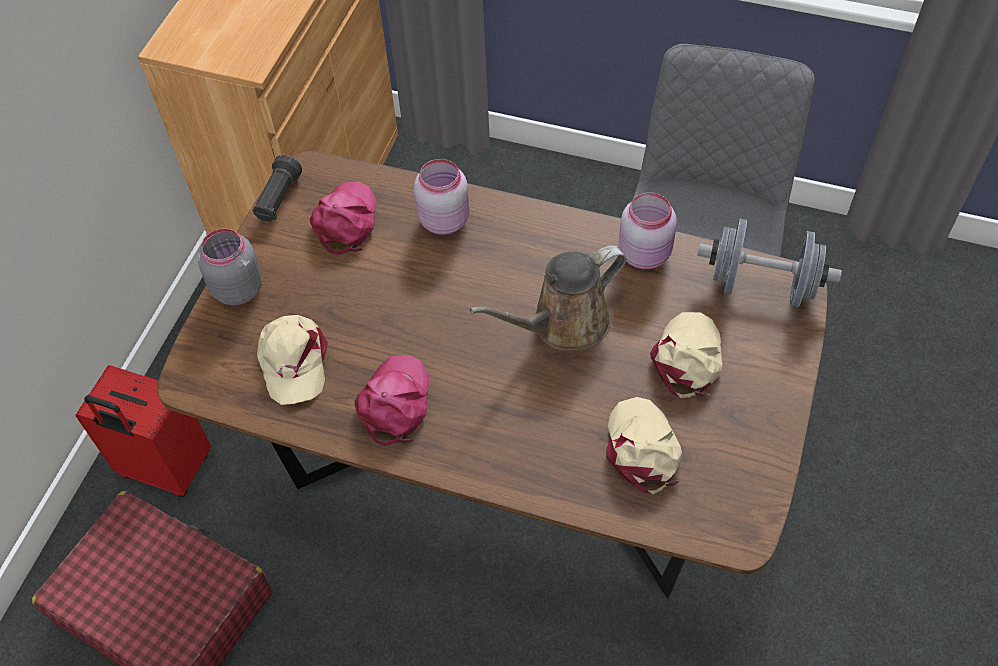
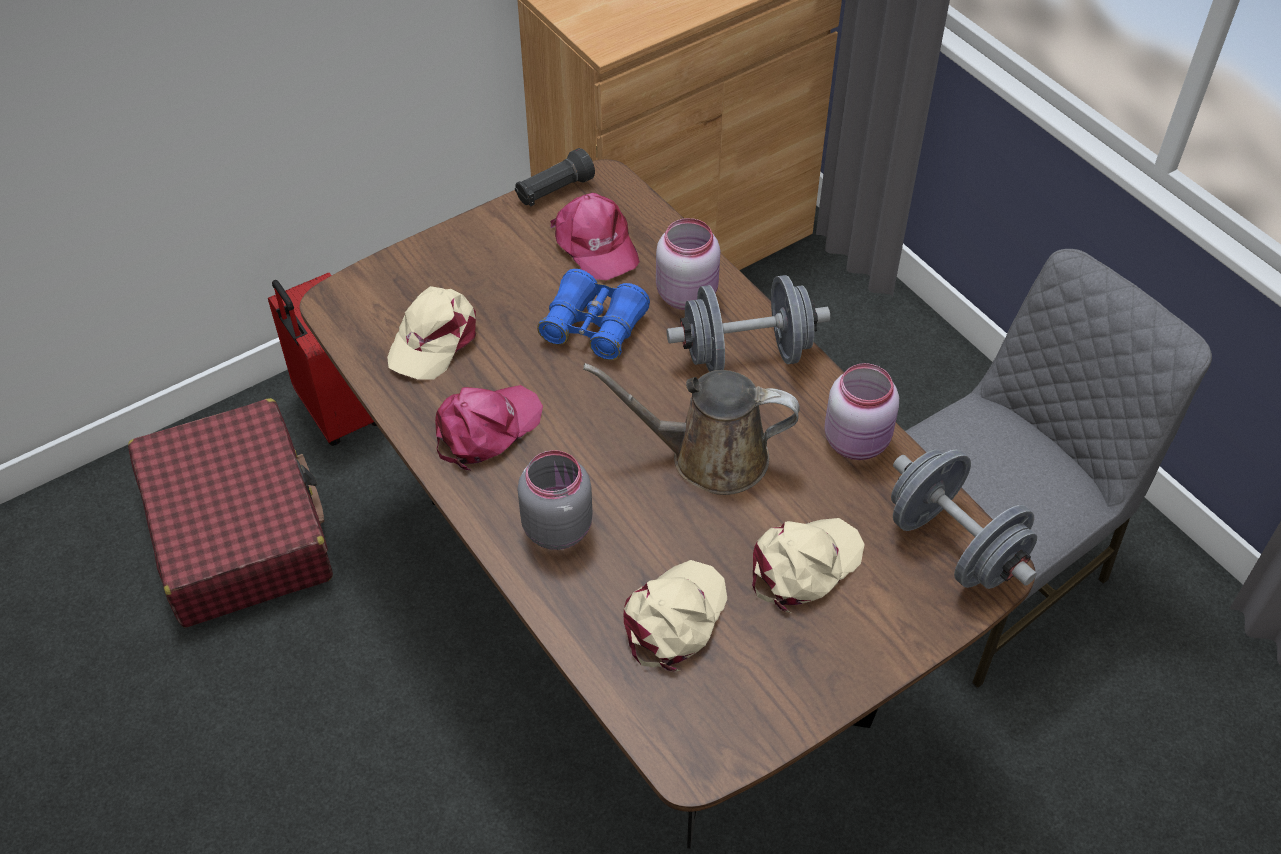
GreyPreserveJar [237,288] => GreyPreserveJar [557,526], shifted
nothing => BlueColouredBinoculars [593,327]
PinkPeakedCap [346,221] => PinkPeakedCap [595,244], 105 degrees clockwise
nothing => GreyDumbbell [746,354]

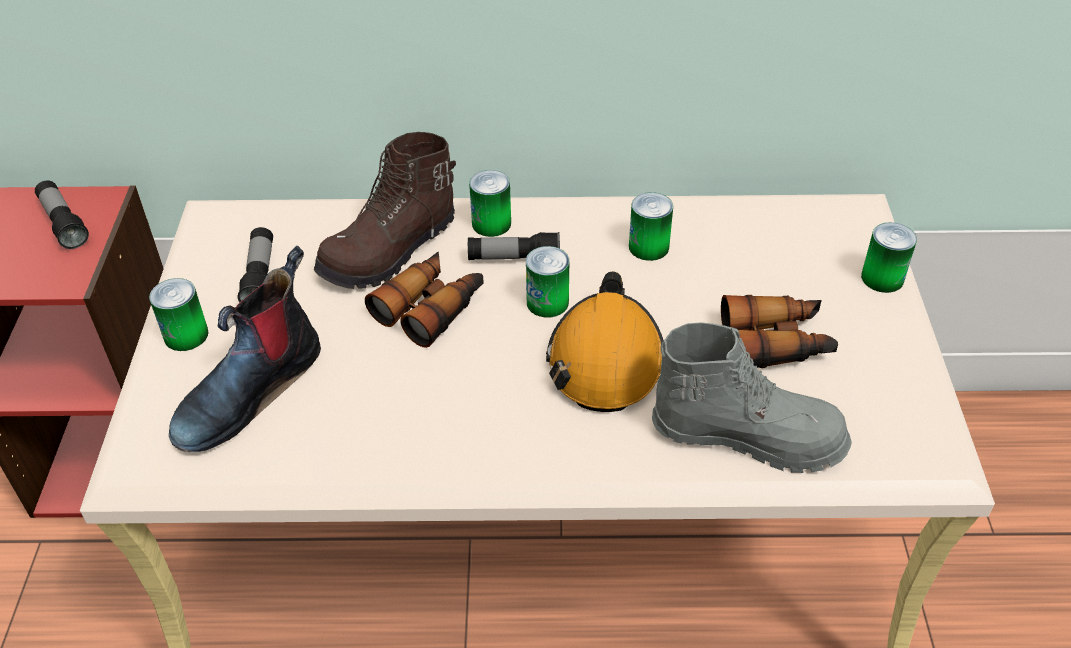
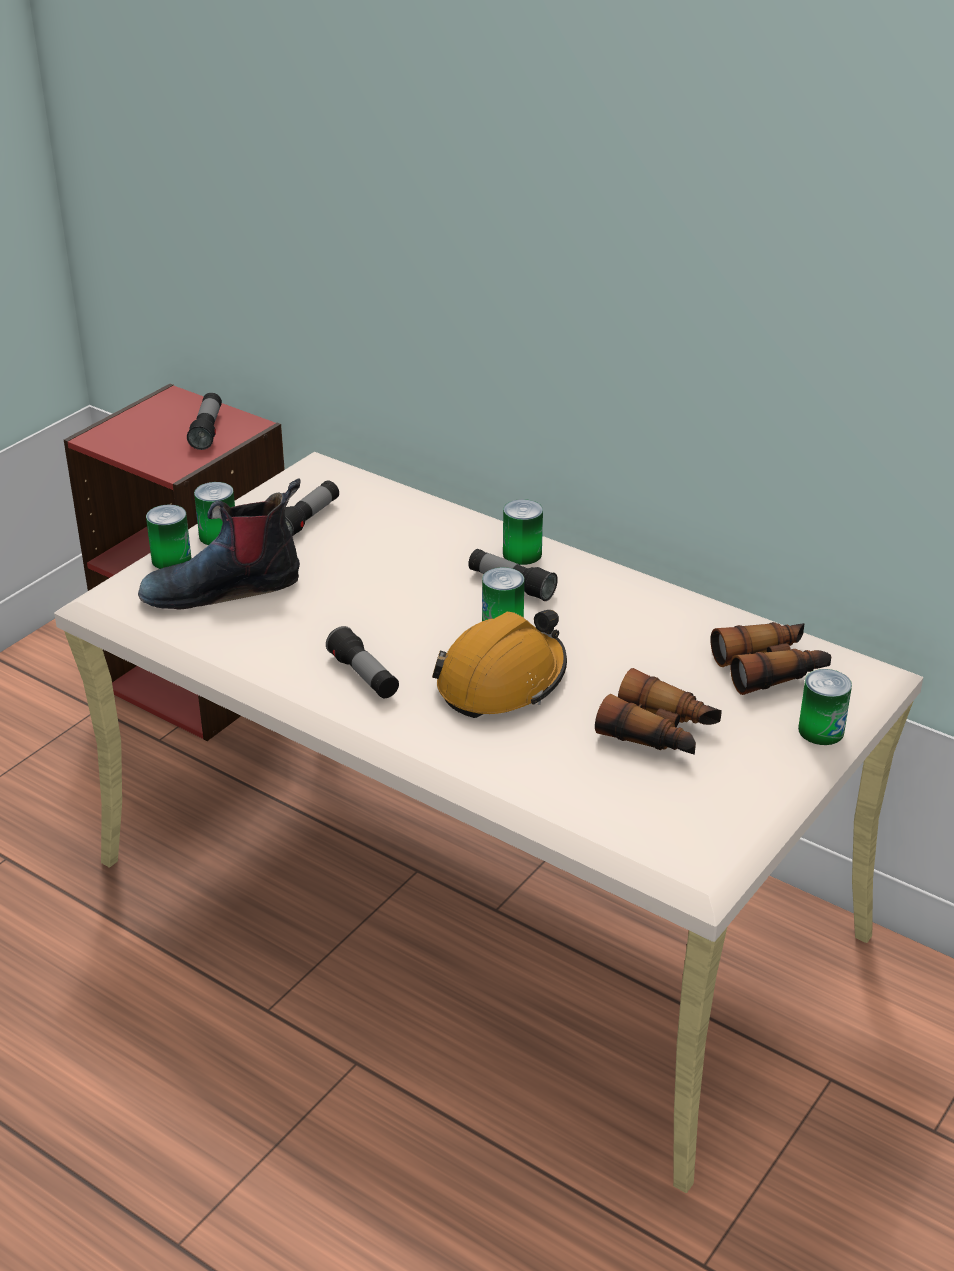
SealedCan [648,247] => SealedCan [171,559], shifted
nothing => HandTorch [364,676]
Binoculars [431,307] => Binoculars [771,668], shifted
BrownHighTopBoot [391,252] => nothing
GreyHighTopBoot [747,436] => nothing

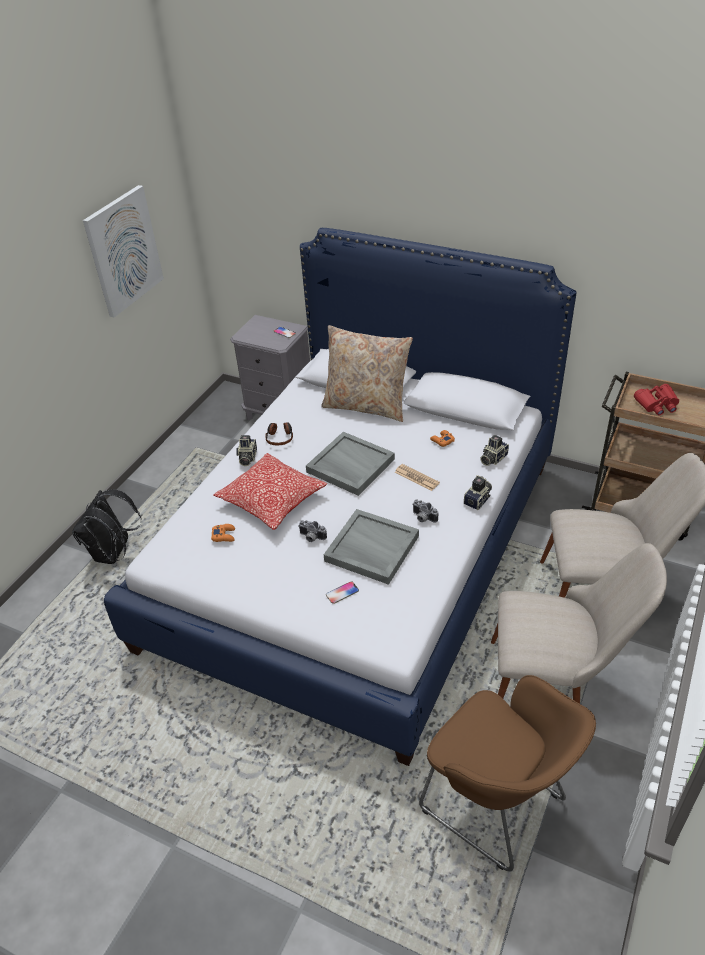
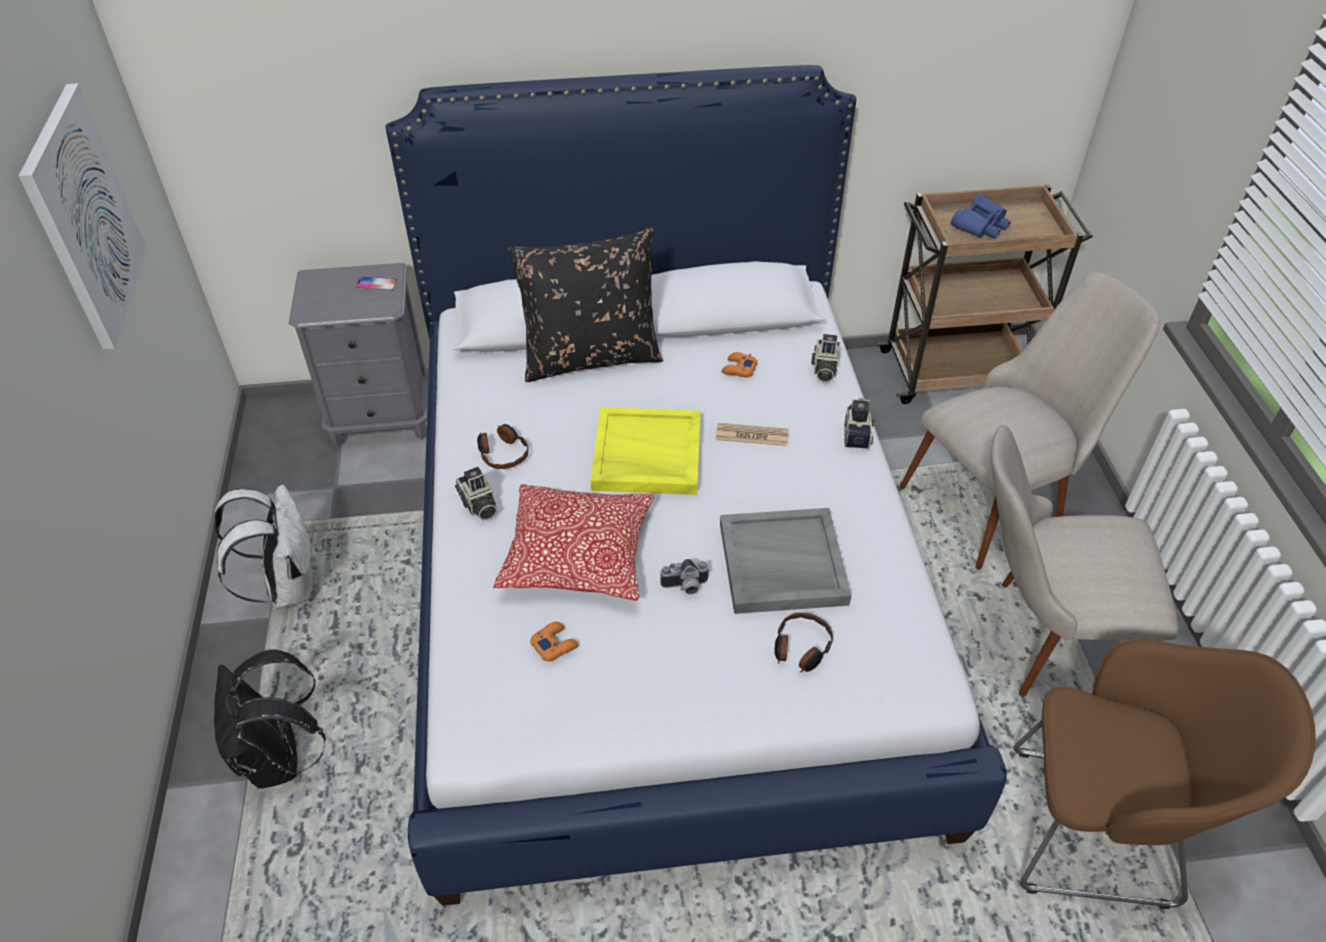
nothing => WhiteColouredKnapsack [287,585]
BeigeColouredPillow [366,406] => BlackColouredPillow [591,356]
GreyServingTray [349,466] => YellowishServingTray [646,455]
Telephone [342,593] => Headphones [801,648]
RedBinoculars [657,404] => BlueColouredBinoculars [980,225]
BeigeColouredChair [554,685] => BeigeColouredChair [1038,639], 150 degrees counterclockwise
PhotoCamera [423,518] => nothing

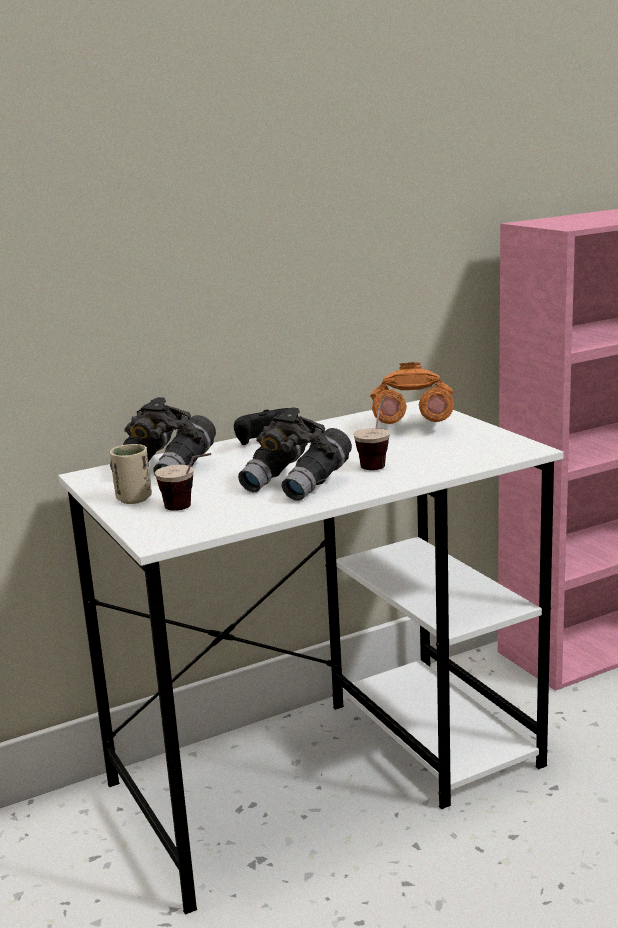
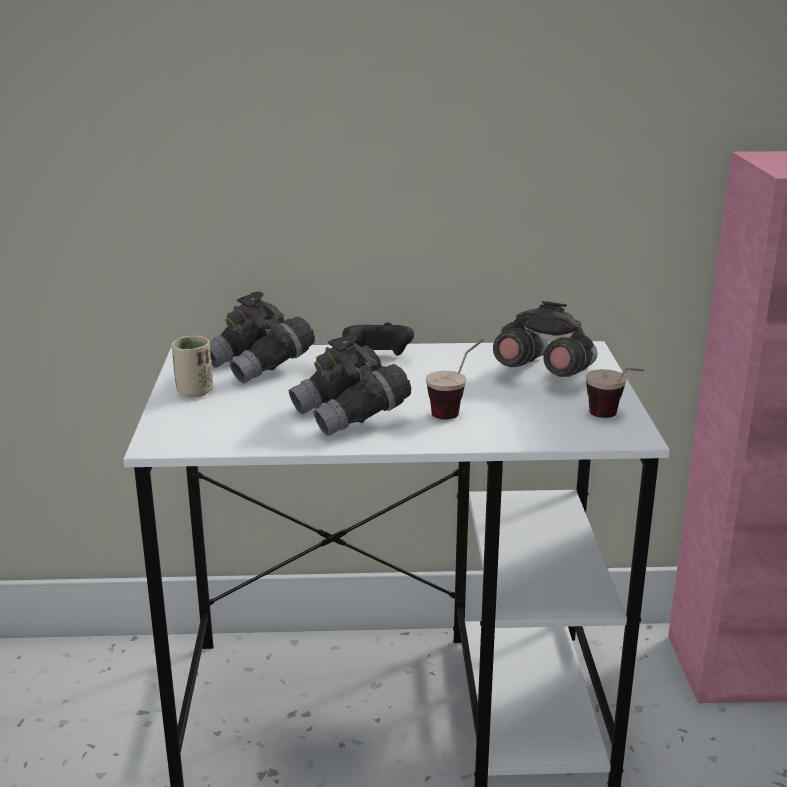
OrangeyBinoculars [411,427] => GreyBinoculars [544,374]
DrinkingCup [189,509] => DrinkingCup [613,419], shifted

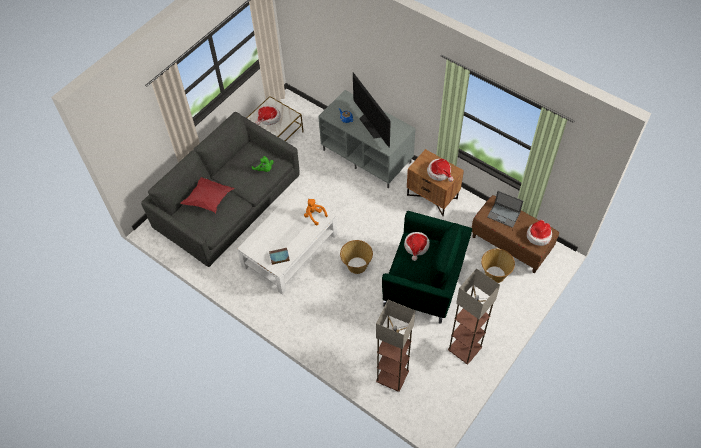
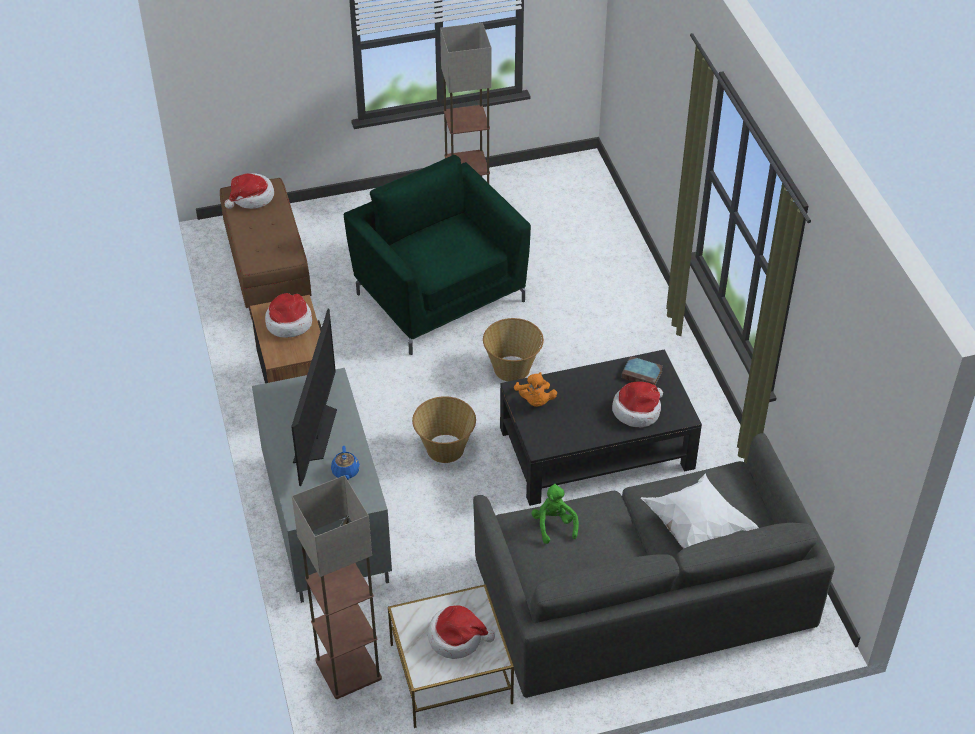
StandingLamp [392,376] => StandingLamp [349,670], shifted
HouseholdBasket [495,274] => HouseholdBasket [445,449], shifted
WhiteColouredLowTable [290,249] => BlackColouredLowTable [595,448]
Hat [416,246] => Hat [637,410], shifted
RedPillow [209,200] => WhiteColouredPillow [695,527]
PortableComputer [504,215] => nothing

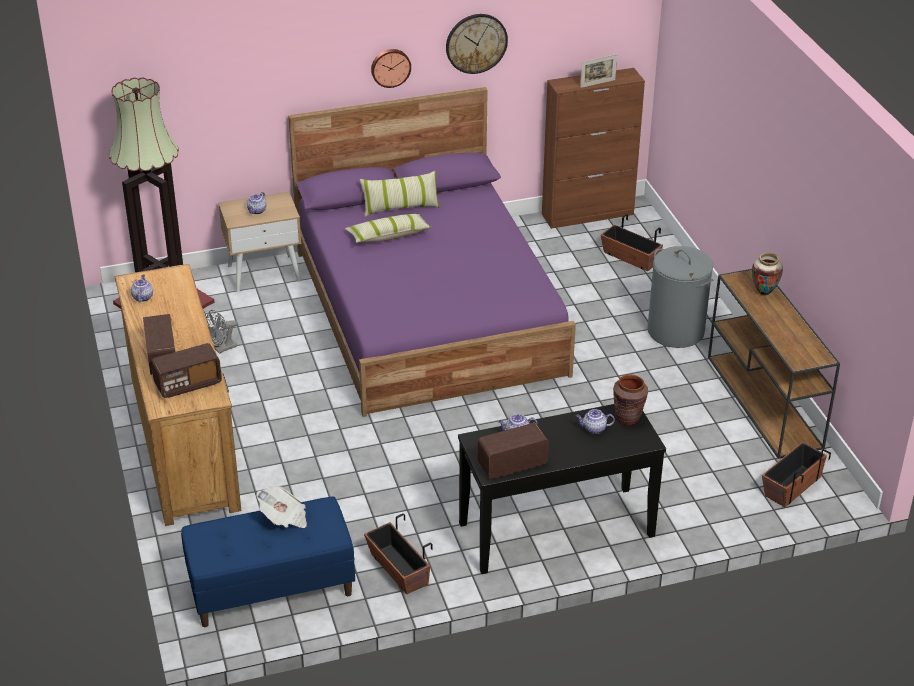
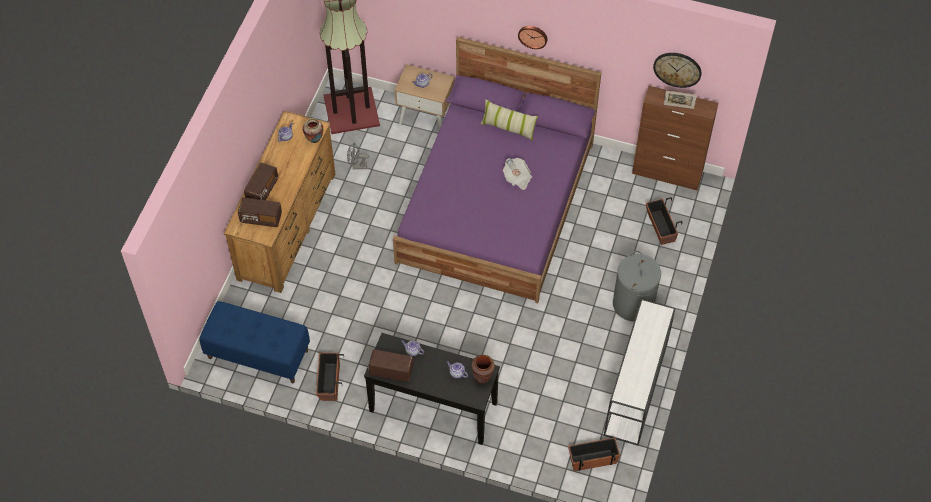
FlowerVase [764,293] => FlowerVase [314,140], shifted
Newspaper [284,518] => Newspaper [517,178], shifted
BrownNarrowTable [765,402] => WhiteColouredNarrowTable [635,390]
ClockOnTheWall [476,43] => ClockOnTheWall [677,69], shifted
Pillow [388,236] => nothing

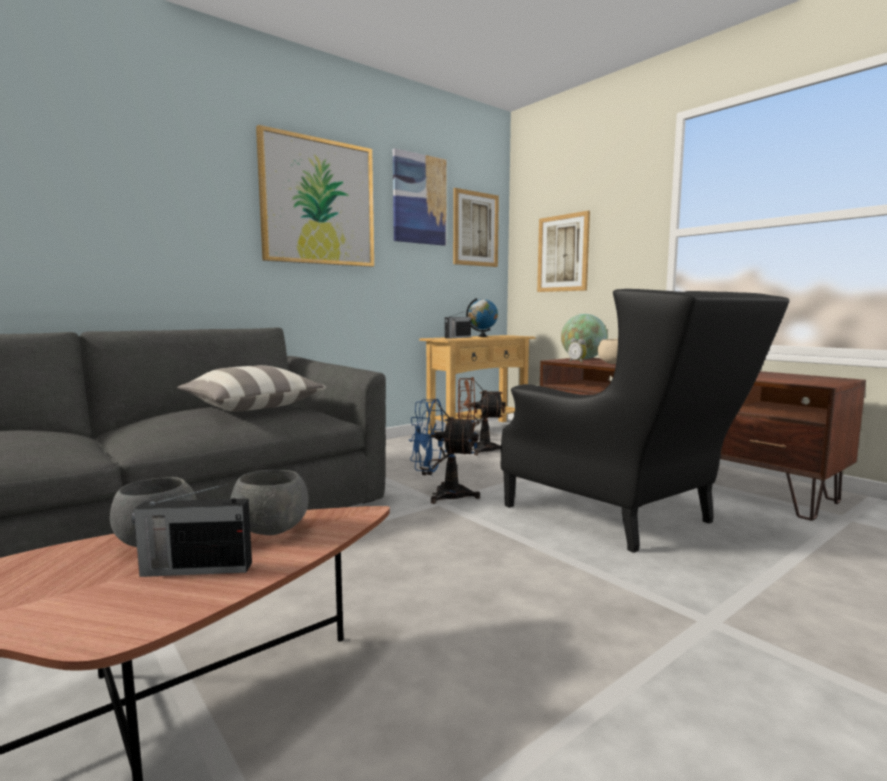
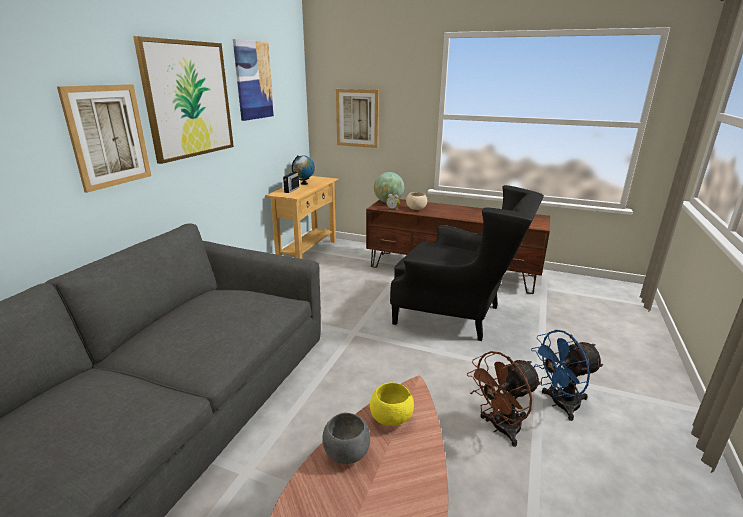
WallArt [475,229] => WallArt [108,136], shifted
GreyDeepDish [271,531] => YellowishDeepDish [391,419]
BrownElectricFan [477,450] => BrownElectricFan [500,429], shifted
BlueColouredElectricFan [442,495] => BlueColouredElectricFan [559,404], shifted
RadioSet [195,569] => nothing
Pillow [252,407] => nothing

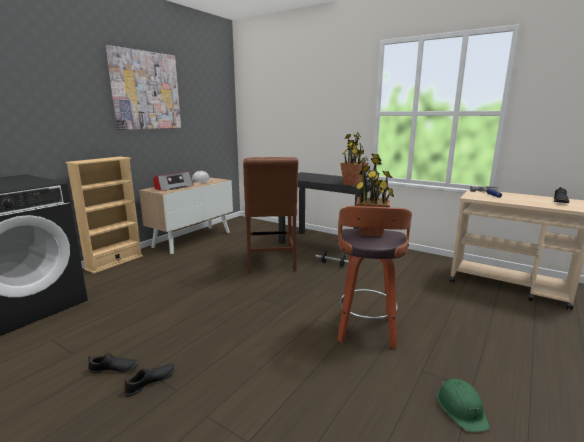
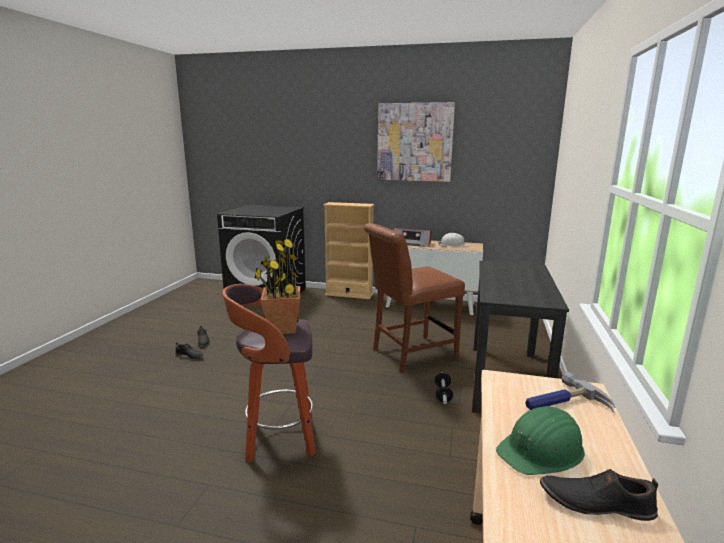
GreenishWorkHelmet [461,409] => GreenishWorkHelmet [542,450], shifted
PlantInAPot [353,184] => nothing

